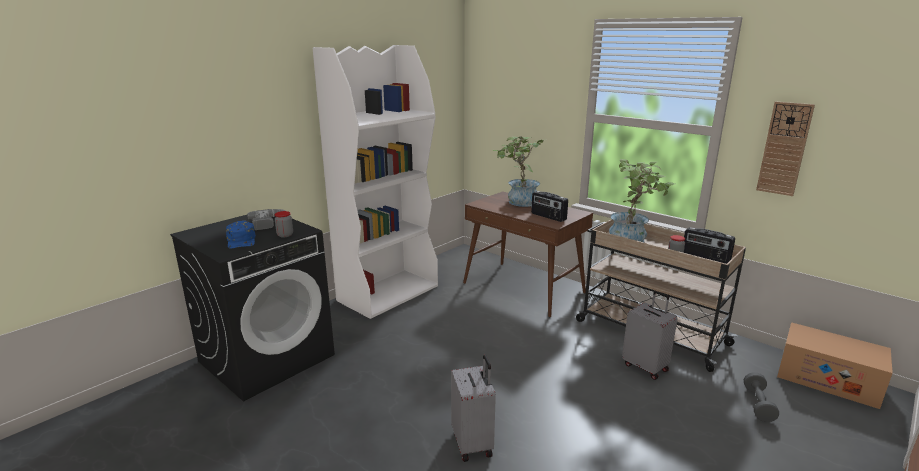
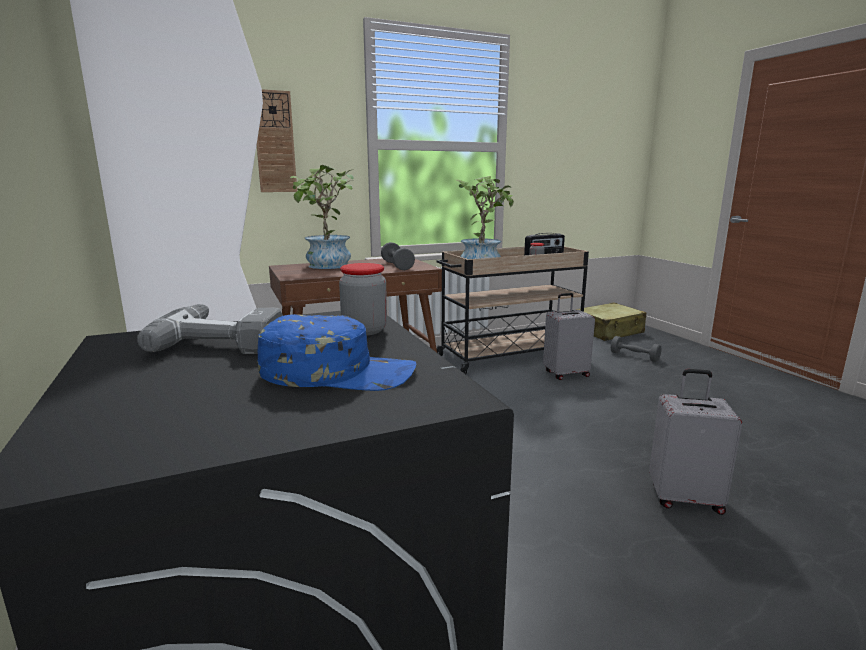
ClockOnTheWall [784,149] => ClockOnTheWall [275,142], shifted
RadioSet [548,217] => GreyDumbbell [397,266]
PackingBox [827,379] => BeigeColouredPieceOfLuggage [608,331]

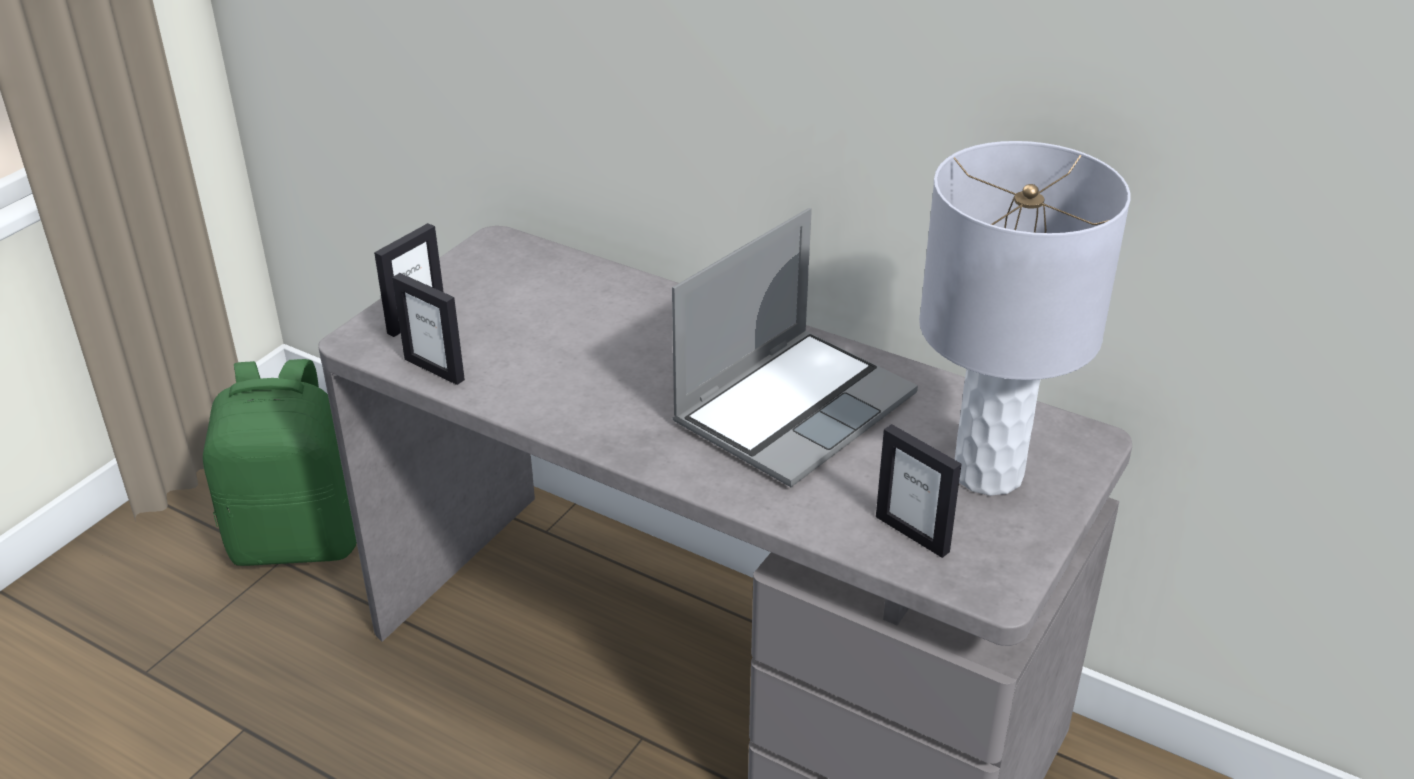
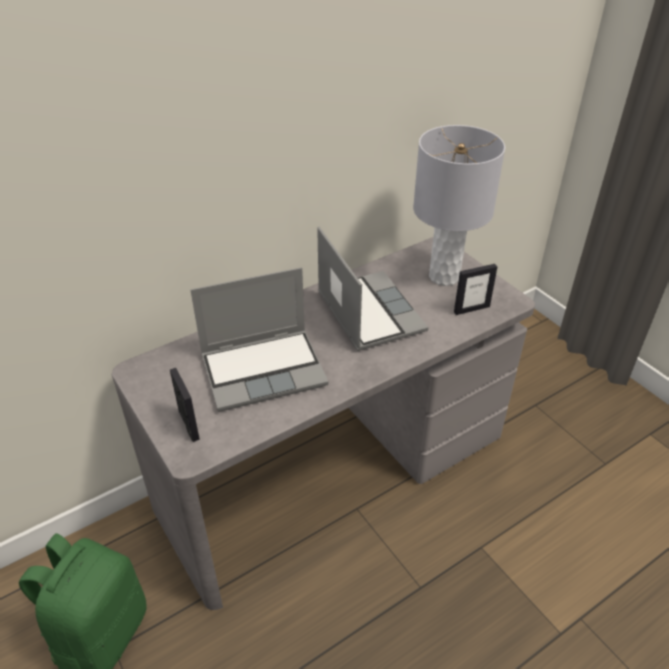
nothing => PortableComputer [264,369]
StandingFrame [434,369] => nothing

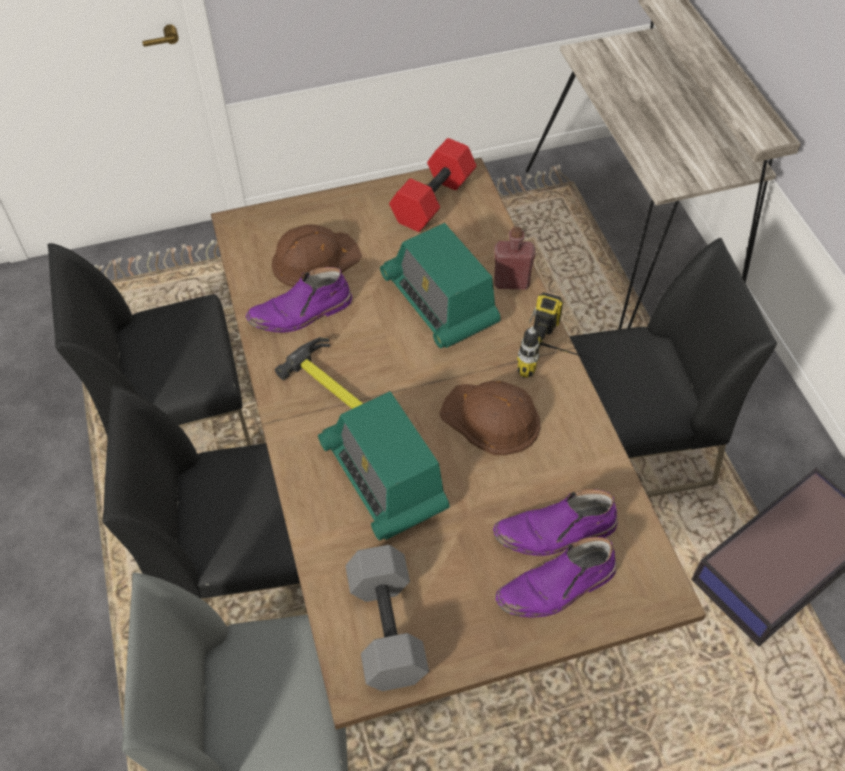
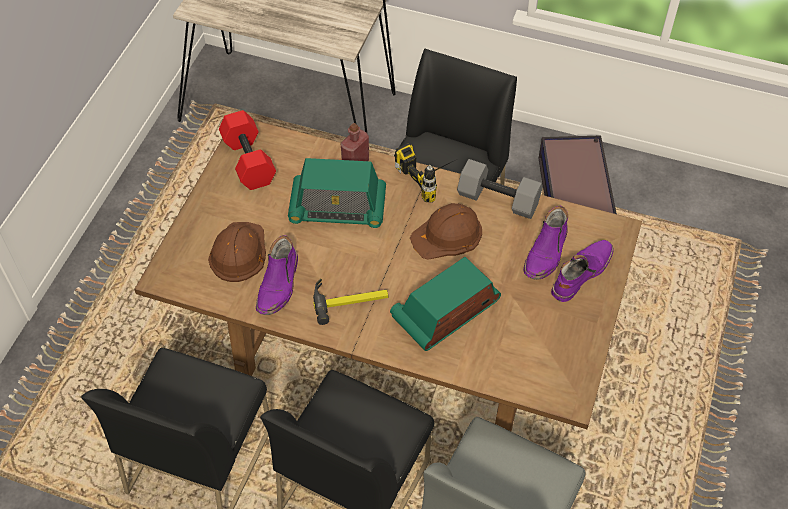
RadioSet [384,477] => RadioSet [445,311], 135 degrees clockwise
GreyDumbbell [384,627] => GreyDumbbell [497,200], shifted
PurplishHighTopBoot [556,588] => PurplishHighTopBoot [580,273], 150 degrees counterclockwise

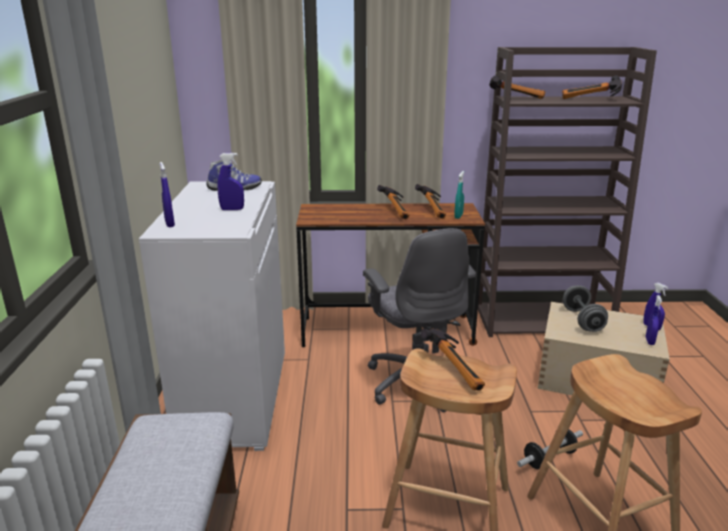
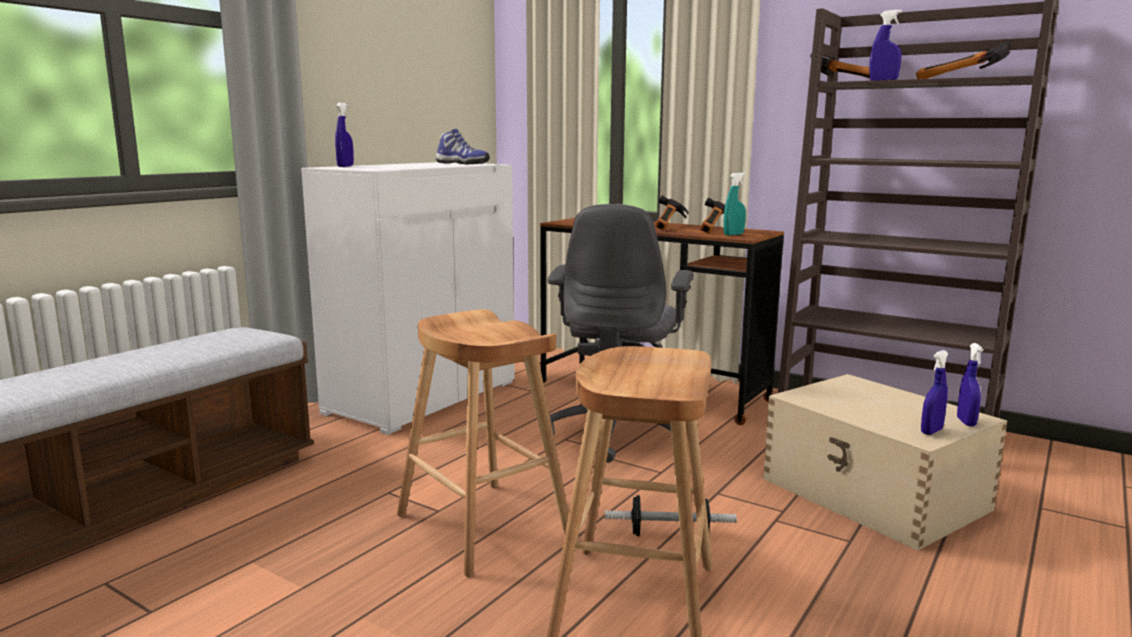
BlueColouredSprayer [232,209] => BlueColouredSprayer [883,81], shifted
Hammer [457,369] => nothing
GreyDumbbell [582,320] => nothing

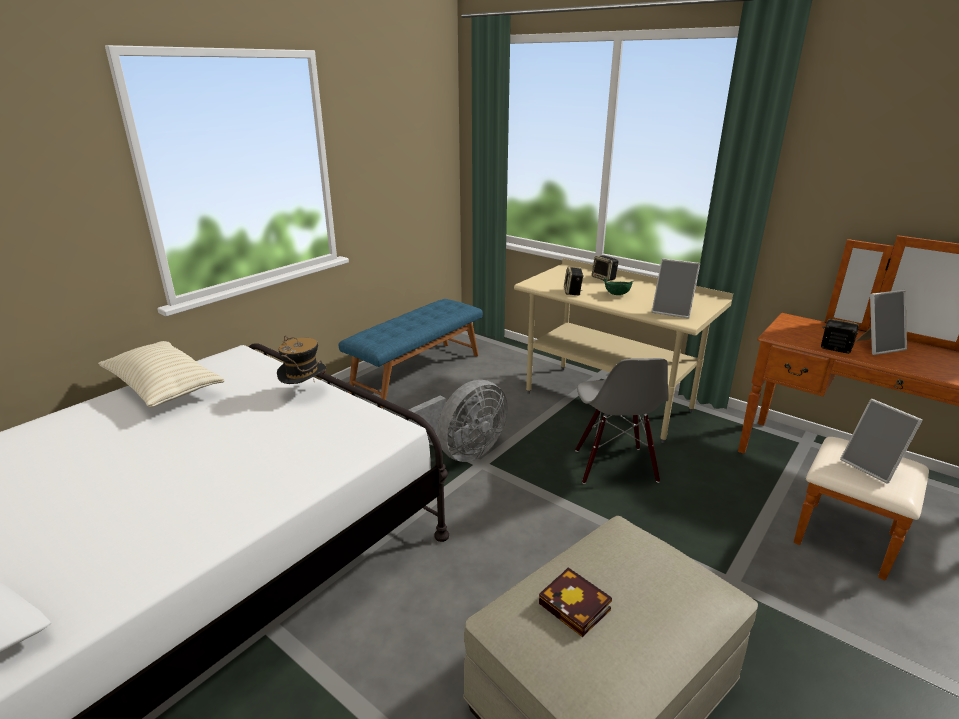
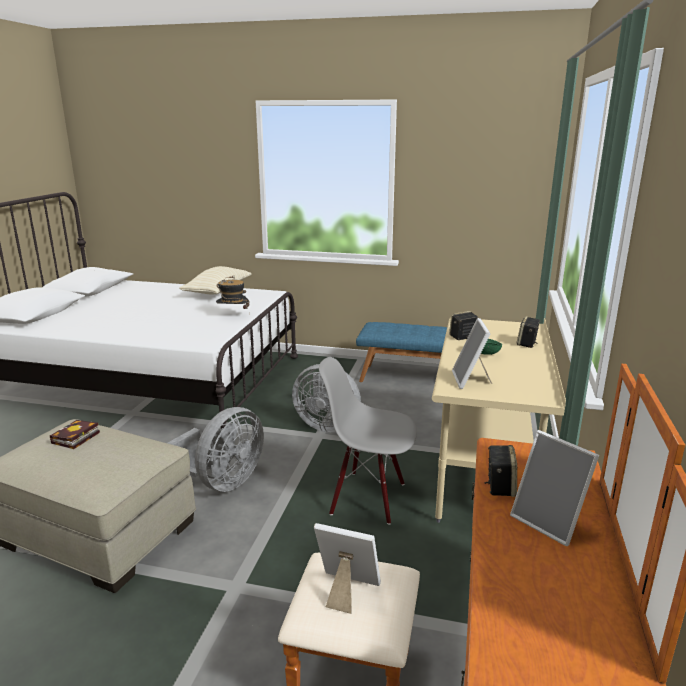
nothing => GreyElectricFan [223,483]
StandingFrame [872,467] => StandingFrame [346,591], 75 degrees clockwise
GreyChair [614,465] => GreyChair [368,497], 45 degrees clockwise

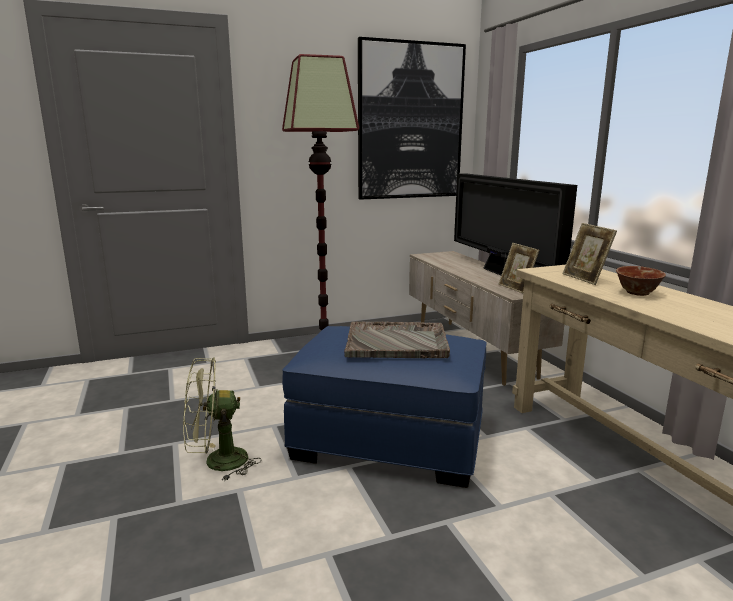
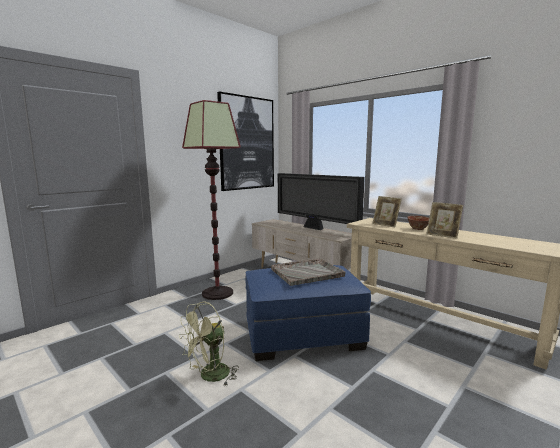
StandingFrame [516,288] => StandingFrame [443,235], shifted

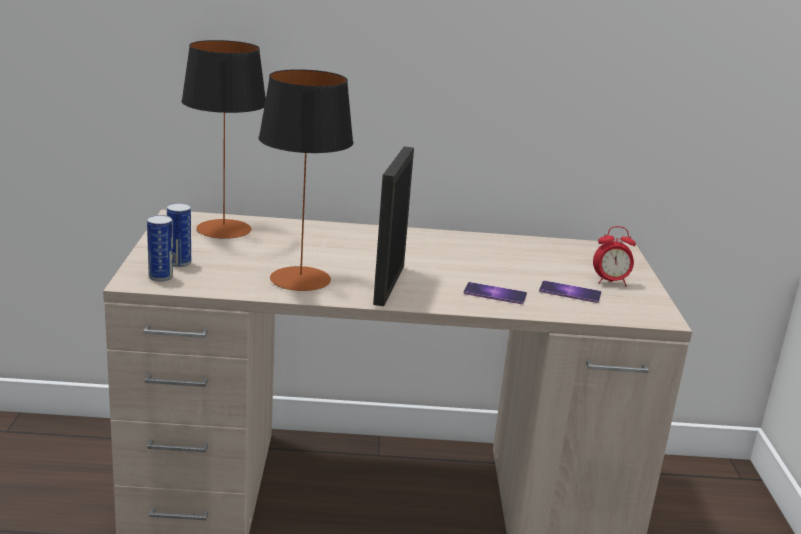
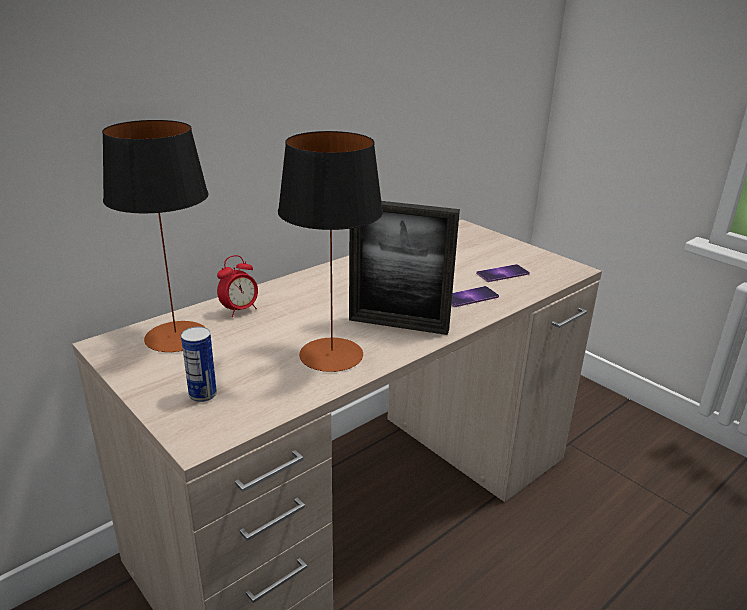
BedsideClock [610,282] => BedsideClock [240,310], shifted
StandingFrame [389,284] => StandingFrame [398,325], 45 degrees counterclockwise
SealedCan [160,277] => nothing

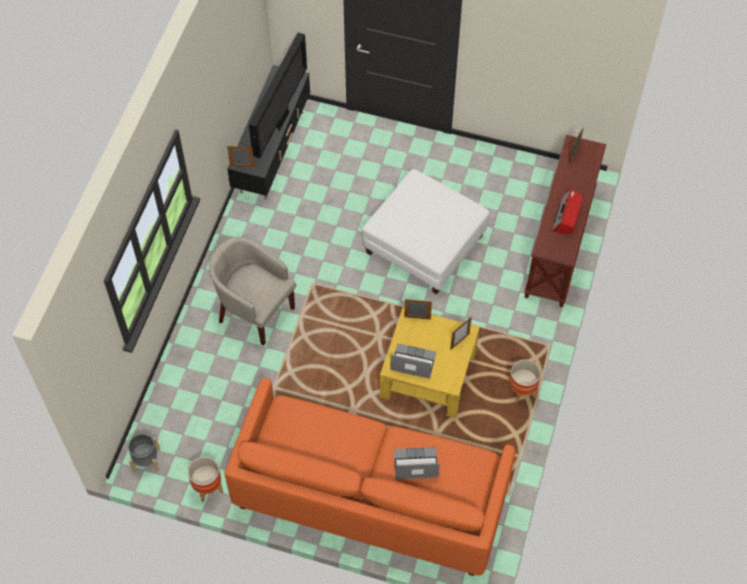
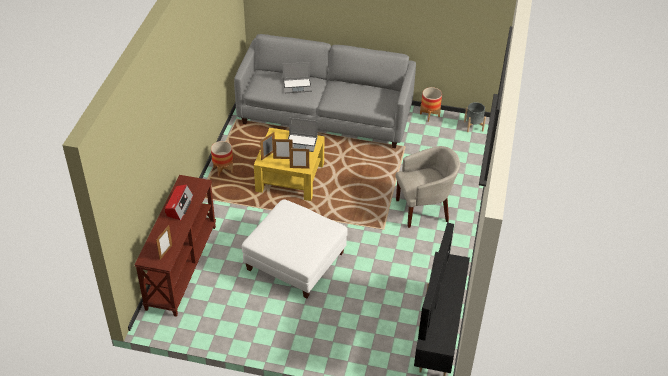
OrangeySofa [370,495] => GreySofa [325,115]
StandingFrame [242,166] => StandingFrame [283,158], shifted
BeigeColouredEasyChair [254,311] => BeigeColouredEasyChair [424,209], 45 degrees counterclockwise

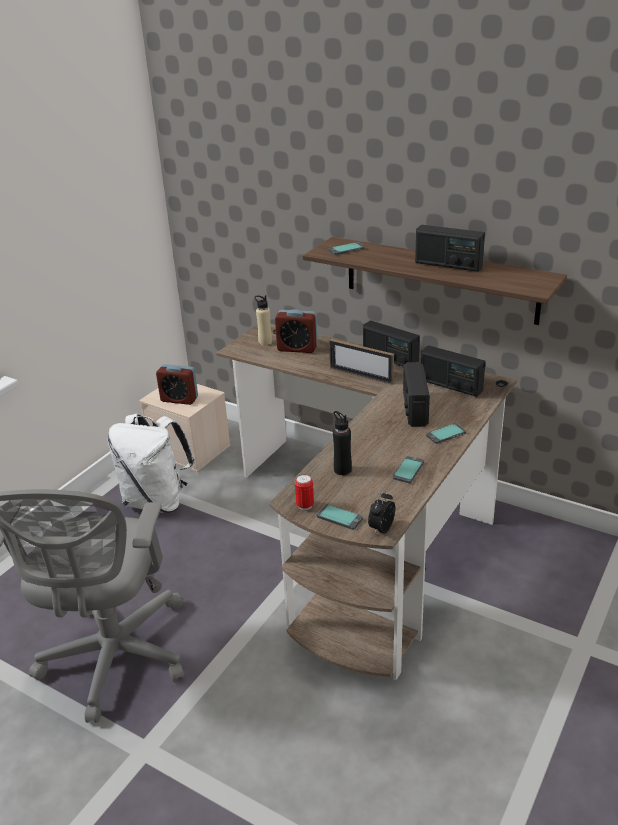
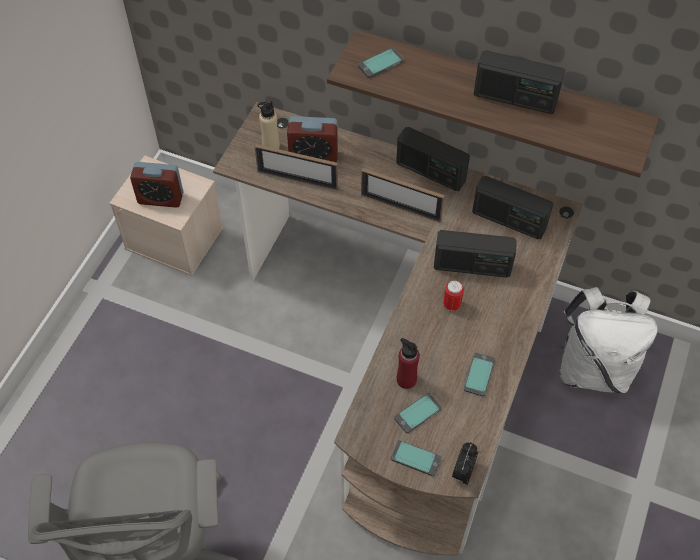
nothing => StandingFrame [297,180]
Telephone [446,434] => Telephone [418,413], shifted
BlackColouredDrinkBottle [342,470] => RedDrinkBottle [406,380]
RadioSet [414,409] => RadioSet [472,266], 75 degrees counterclockwise
SealedCan [305,505] => SealedCan [452,305], shifted
WhiteColouredKnapsack [157,501] => WhiteColouredKnapsack [593,368], shifted

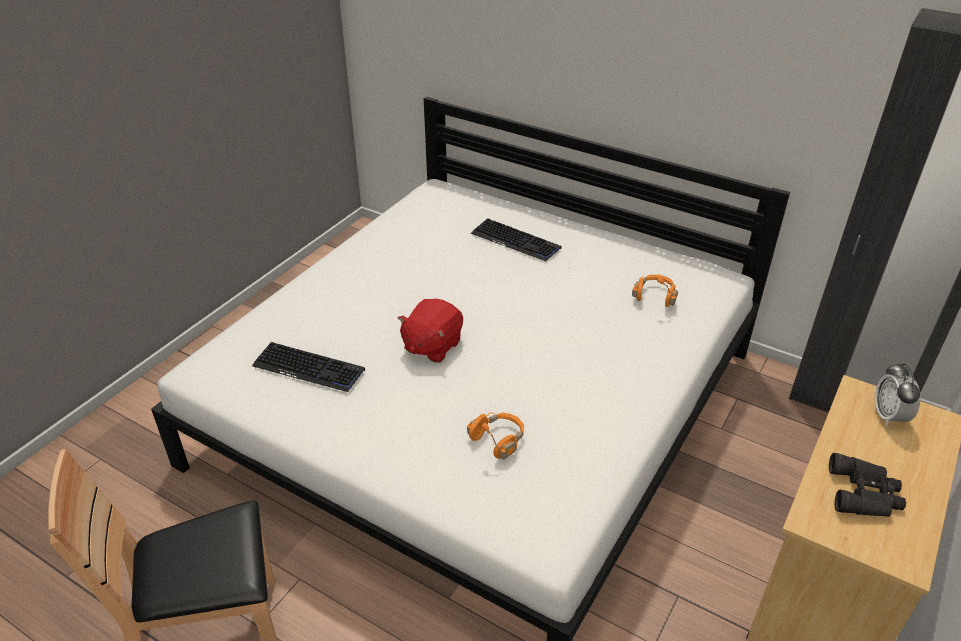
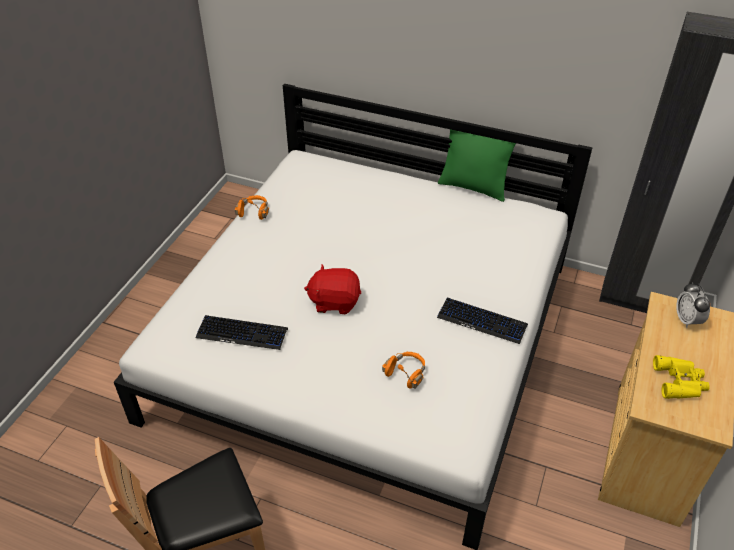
OrangeyHeadphones [655,296] => OrangeyHeadphones [254,212], shifted
RedSoftToy [432,346] => RedSoftToy [334,301], 75 degrees clockwise
PcKeyboard [516,241] => PcKeyboard [482,321], shifted
nothing => GreenishPillow [473,187]
BlackColouredBinoculars [865,493] => YellowishBinoculars [680,382]

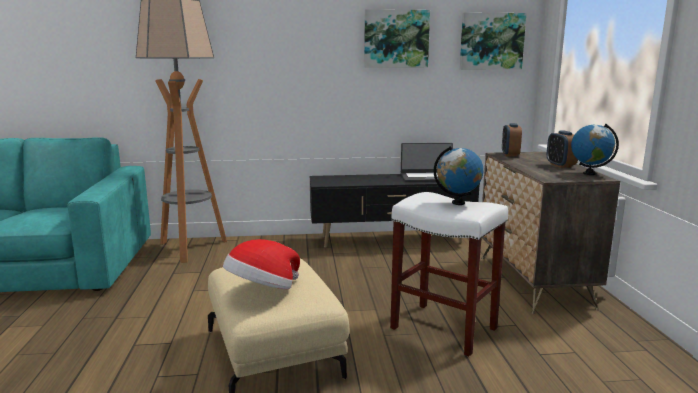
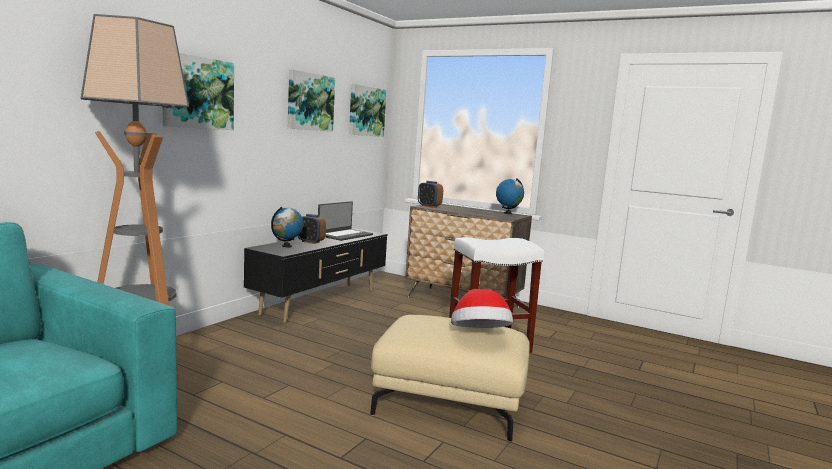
nothing => WallArt [197,93]
Globe [458,203] => Globe [286,246], shifted
BedsideClock [560,165] => BedsideClock [310,242], shifted

